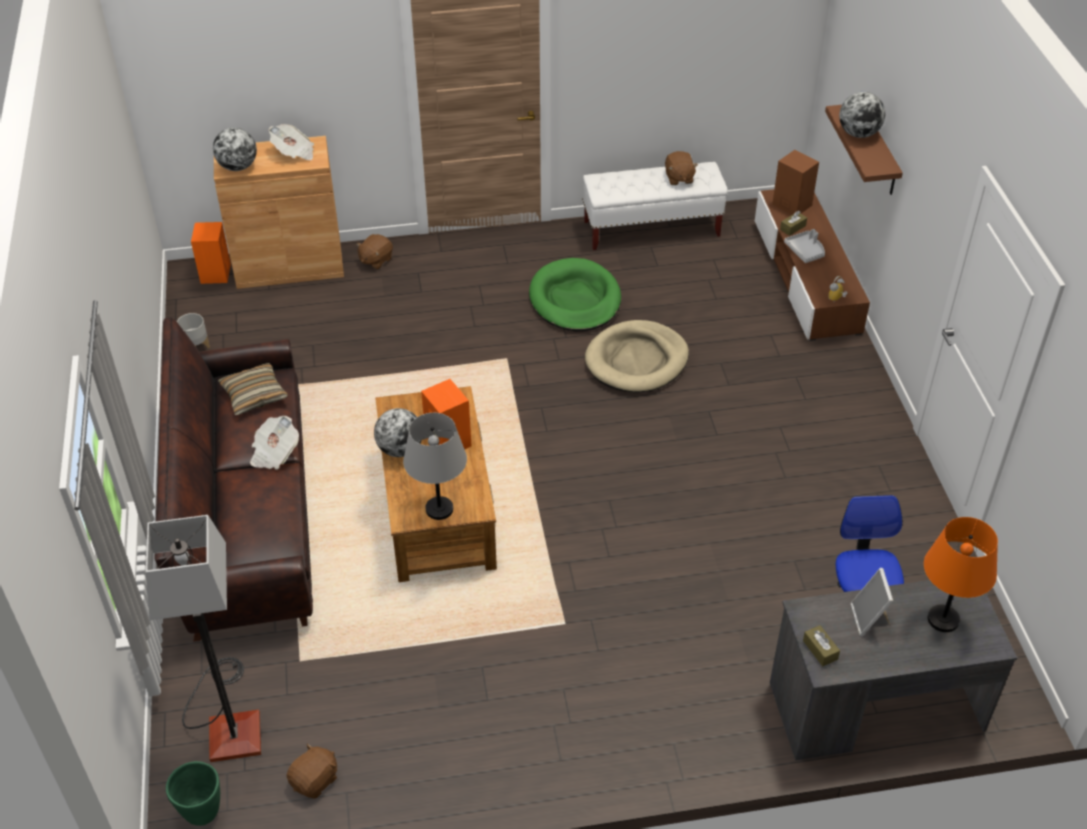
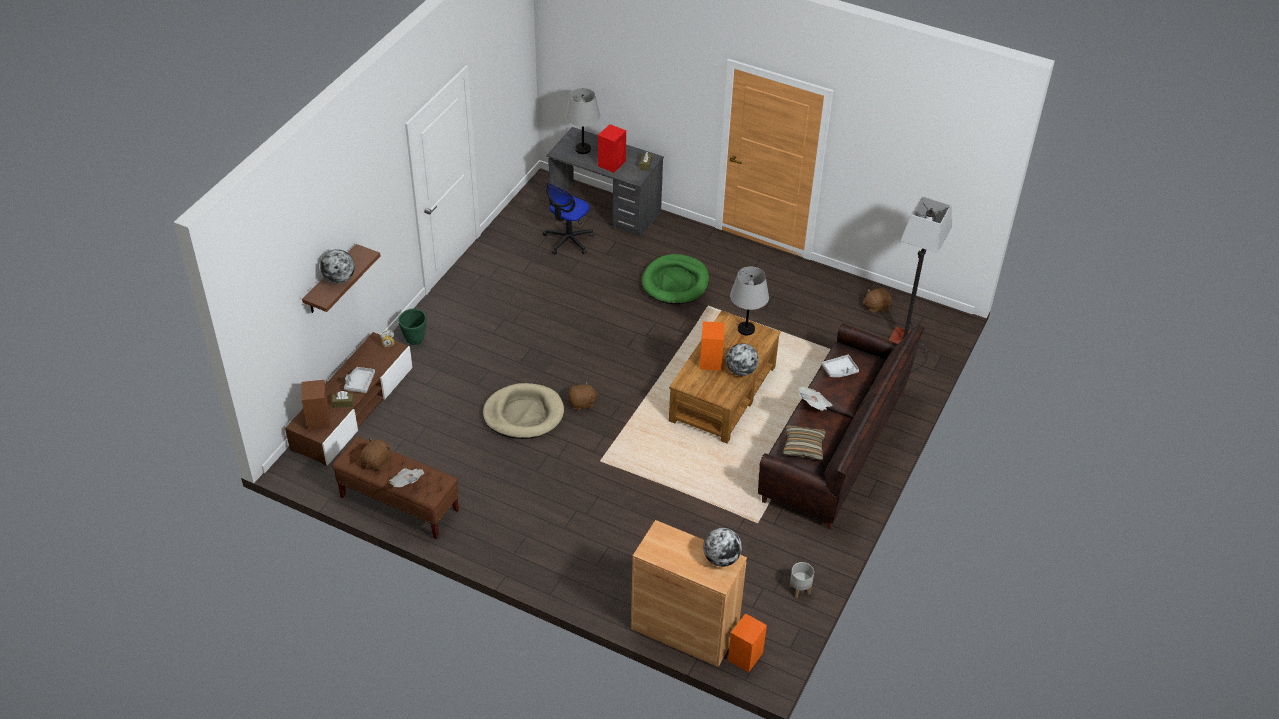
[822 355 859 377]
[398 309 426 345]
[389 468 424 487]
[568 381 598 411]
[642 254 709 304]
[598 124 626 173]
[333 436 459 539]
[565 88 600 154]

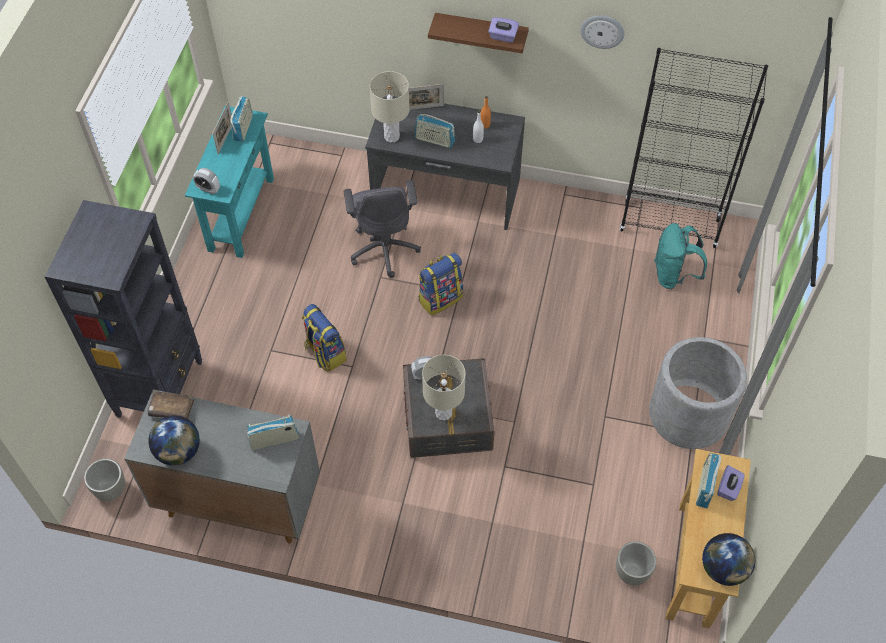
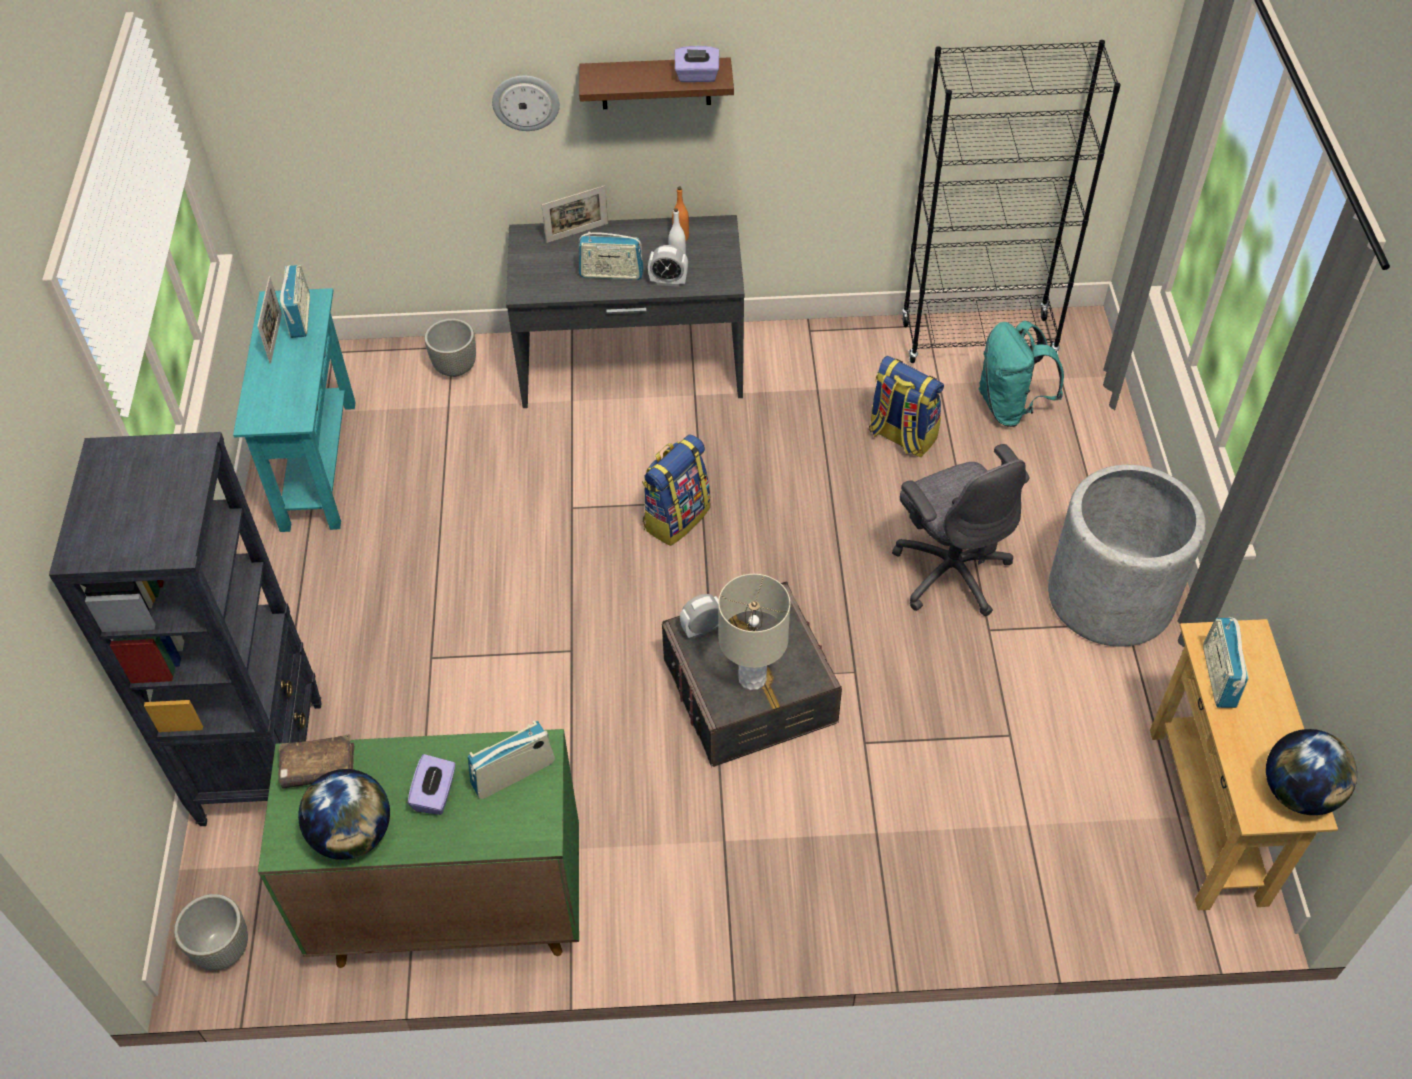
[370 71 410 142] (first image)
[648 245 688 287]
[869 356 944 457]
[892 444 1029 616]
[492 76 560 131]
[425 319 476 377]
[408 754 455 815]
[258 729 579 968]

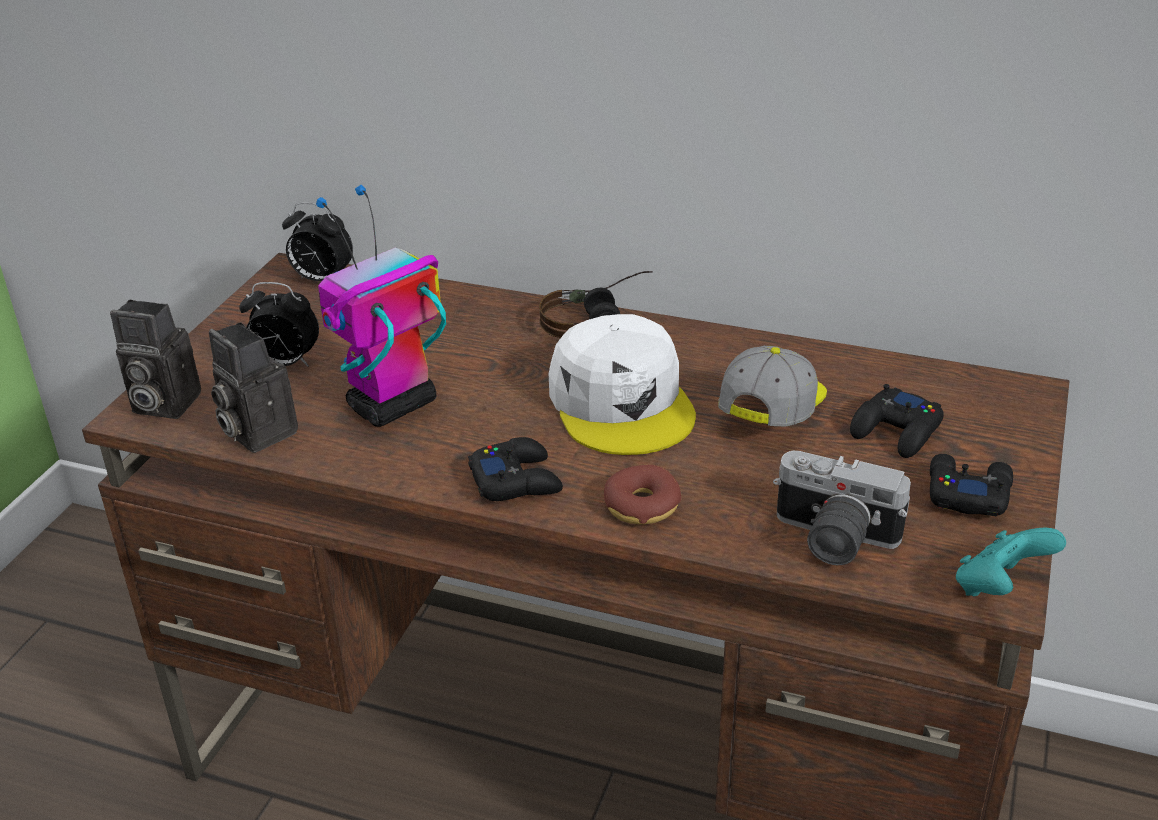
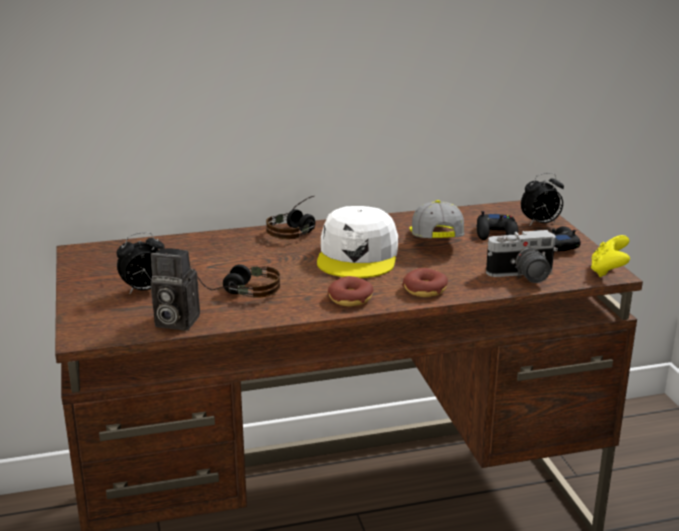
[110 300 201 419] (first image)
[521 173 564 226]
[197 264 280 298]
[328 276 373 307]
[591 235 630 277]
[317 206 398 278]

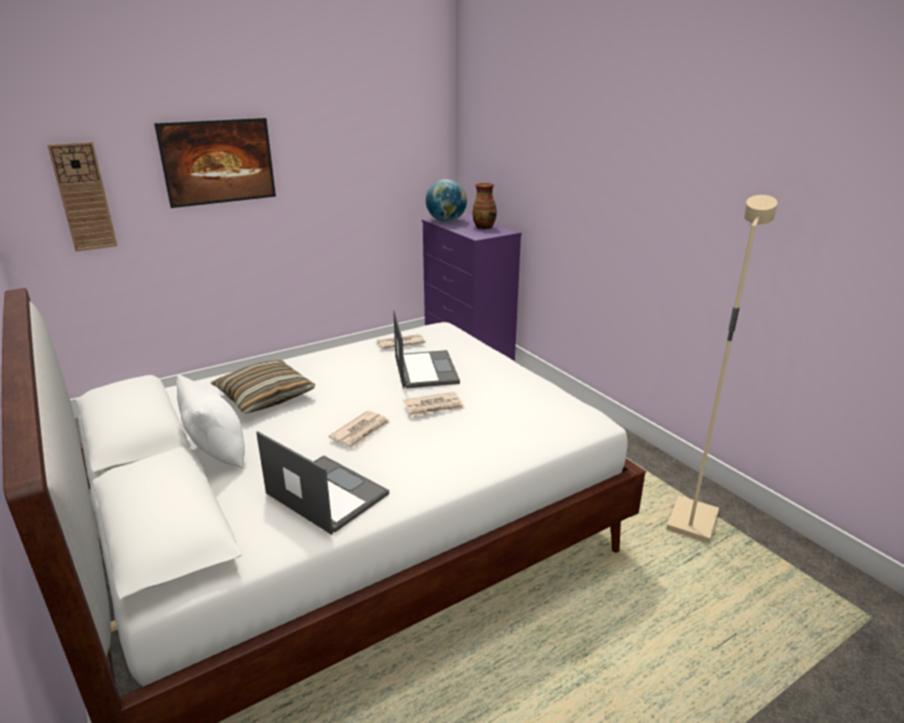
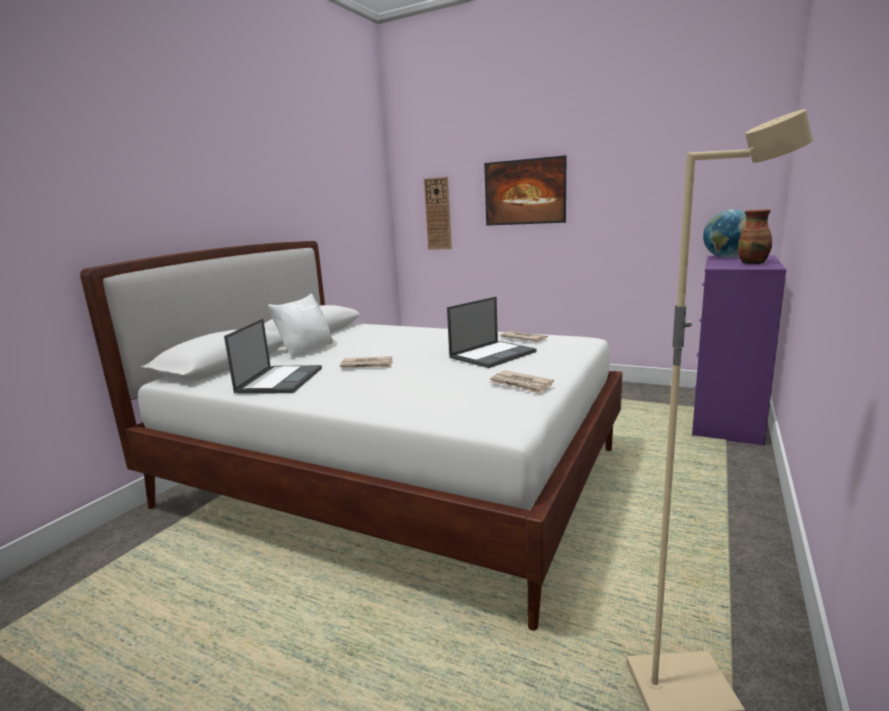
[211 360 315 413] (first image)
[490 371 554 394]

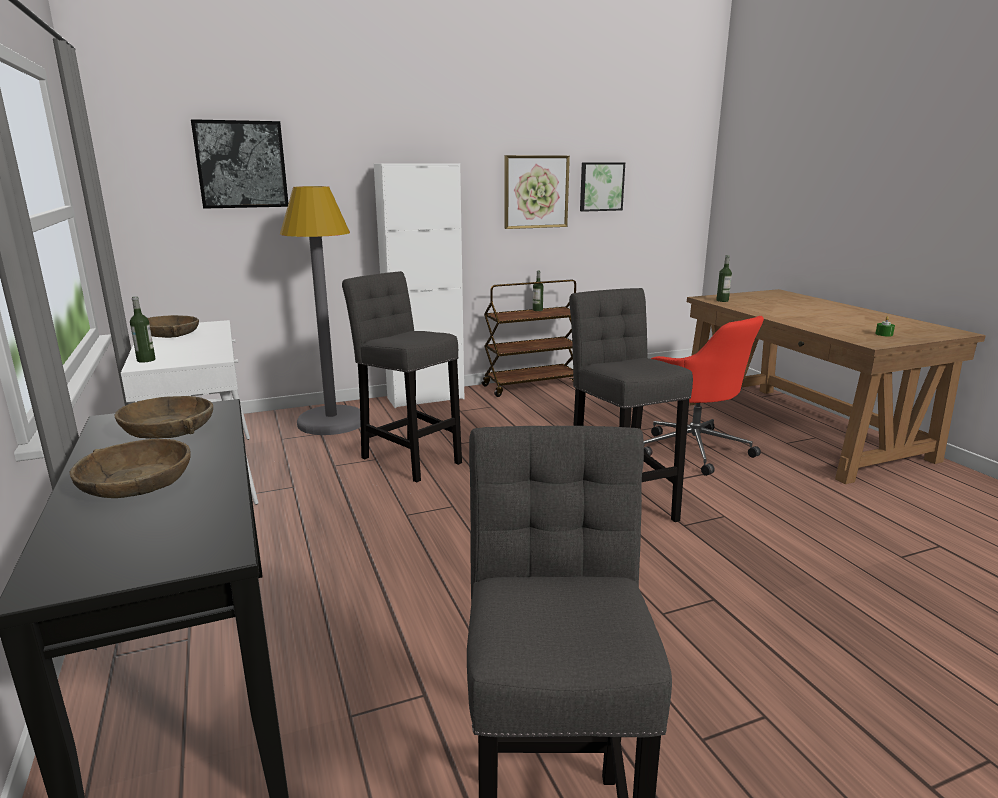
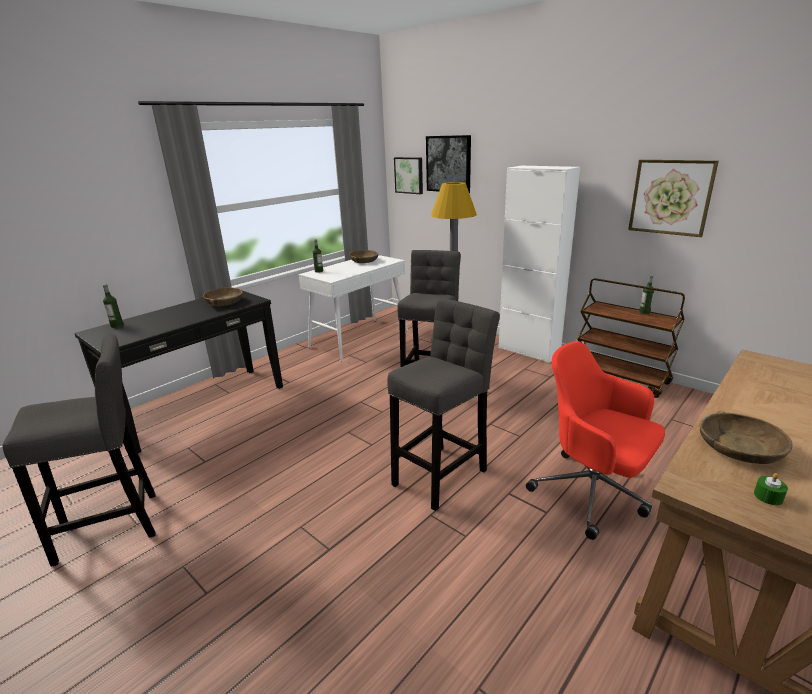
[700 410 793 464]
[394 157 423 194]
[103 284 124 328]
[526 341 665 540]

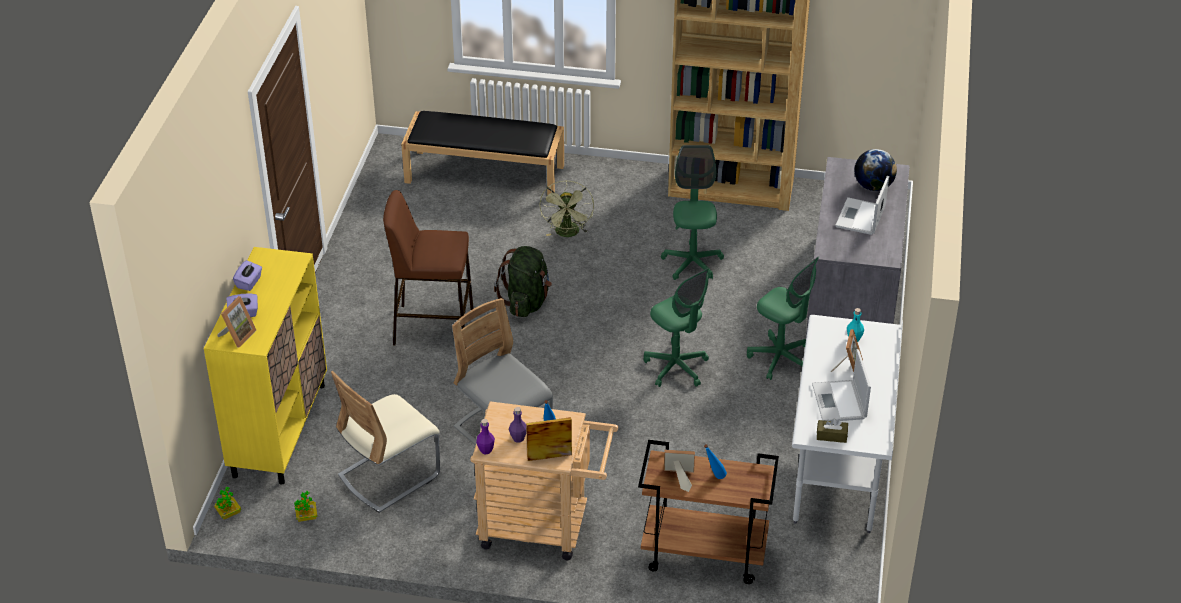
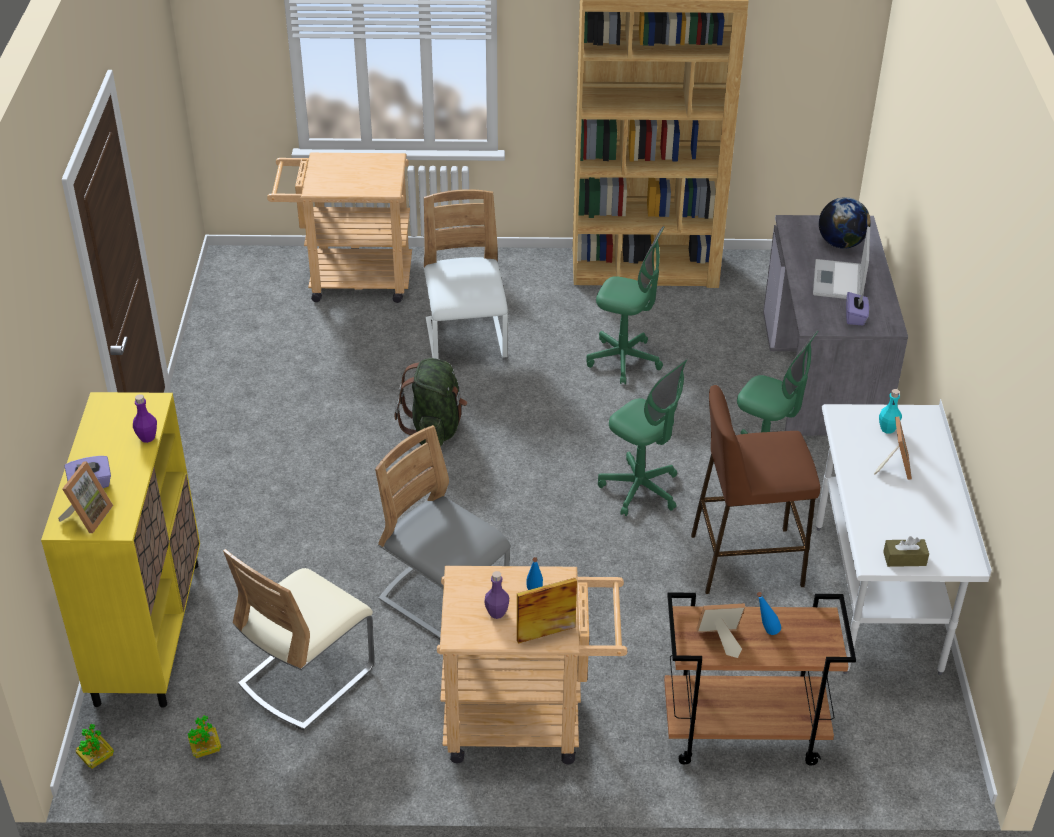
[812 349 871 421] (first image)
[846 292 869 326]
[691 385 820 594]
[133 394 157 443]
[267 153 412 303]
[424 189 508 359]
[586 226 665 384]

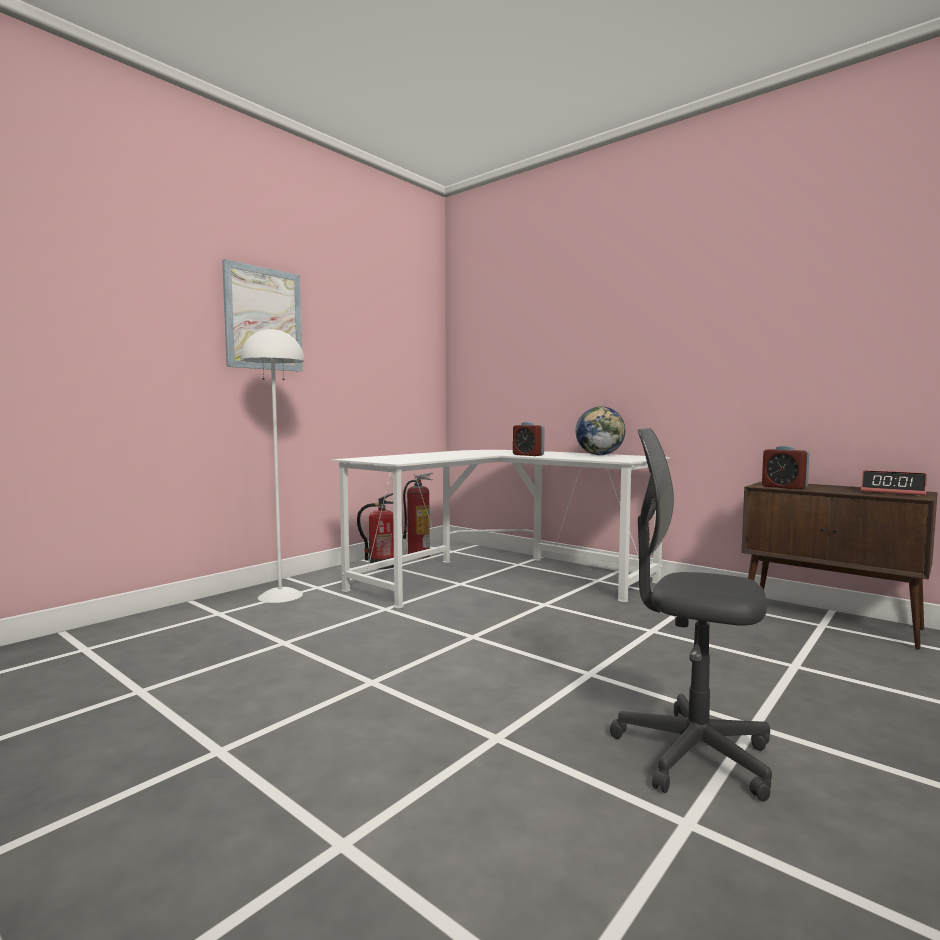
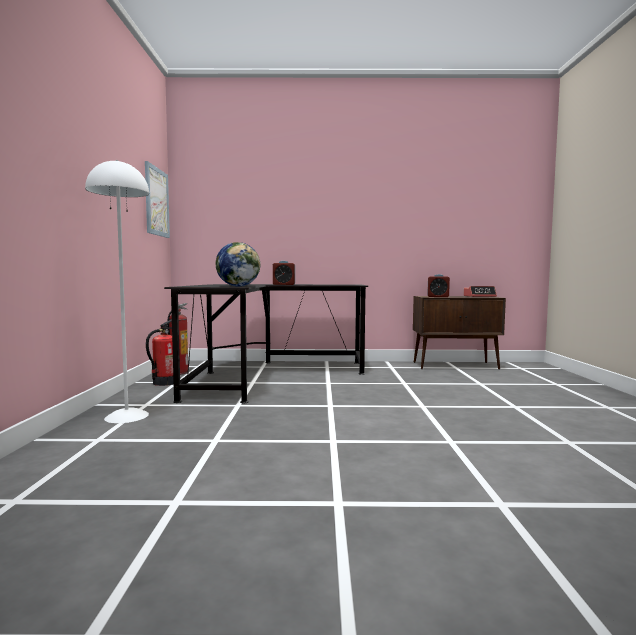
[610 428 772 802] (first image)
[145 161 170 238]
[216 242 260 286]
[164 284 368 404]

